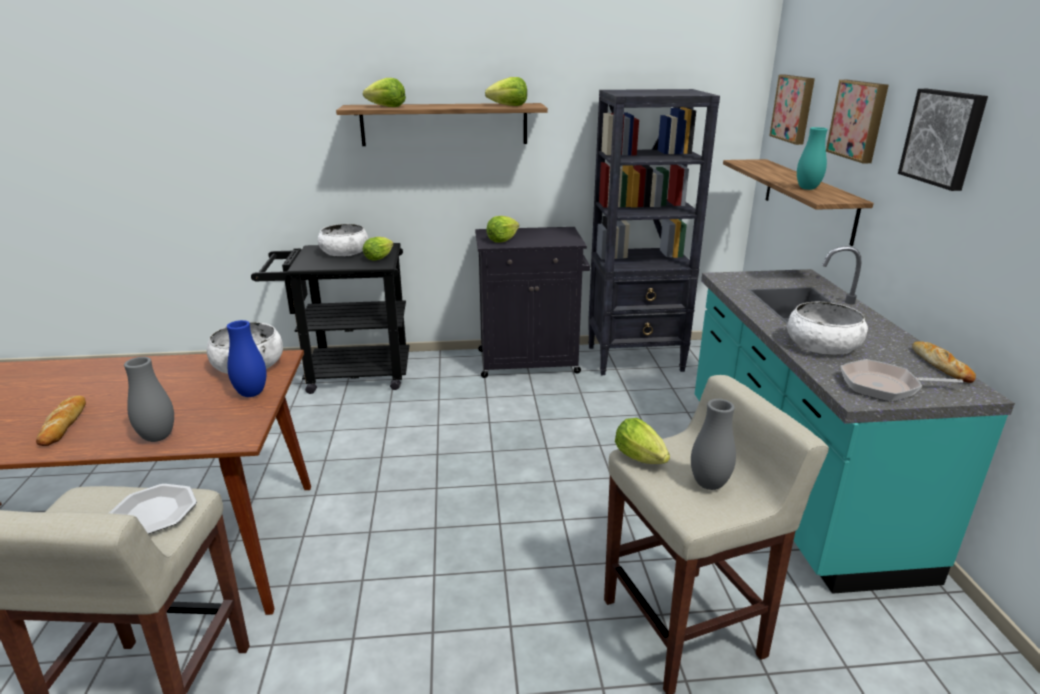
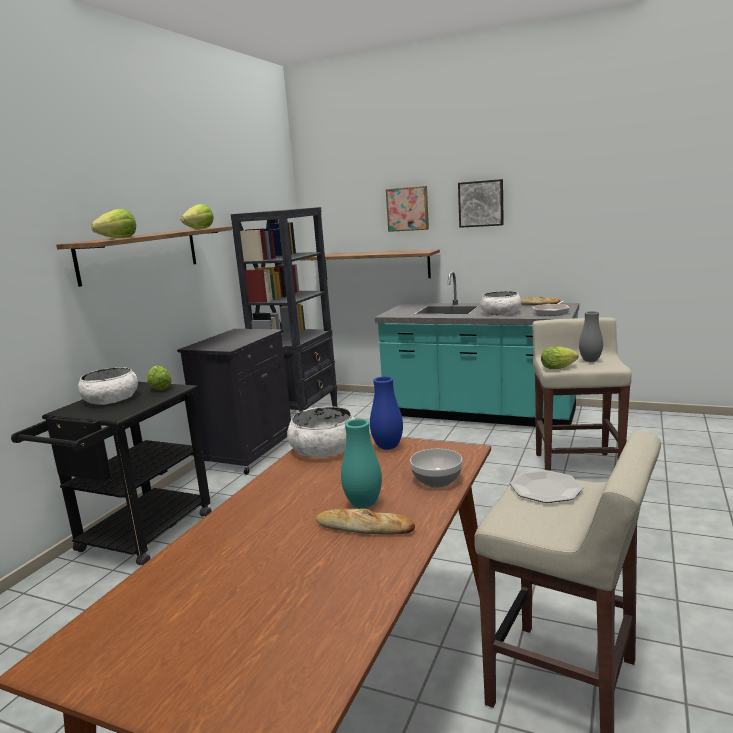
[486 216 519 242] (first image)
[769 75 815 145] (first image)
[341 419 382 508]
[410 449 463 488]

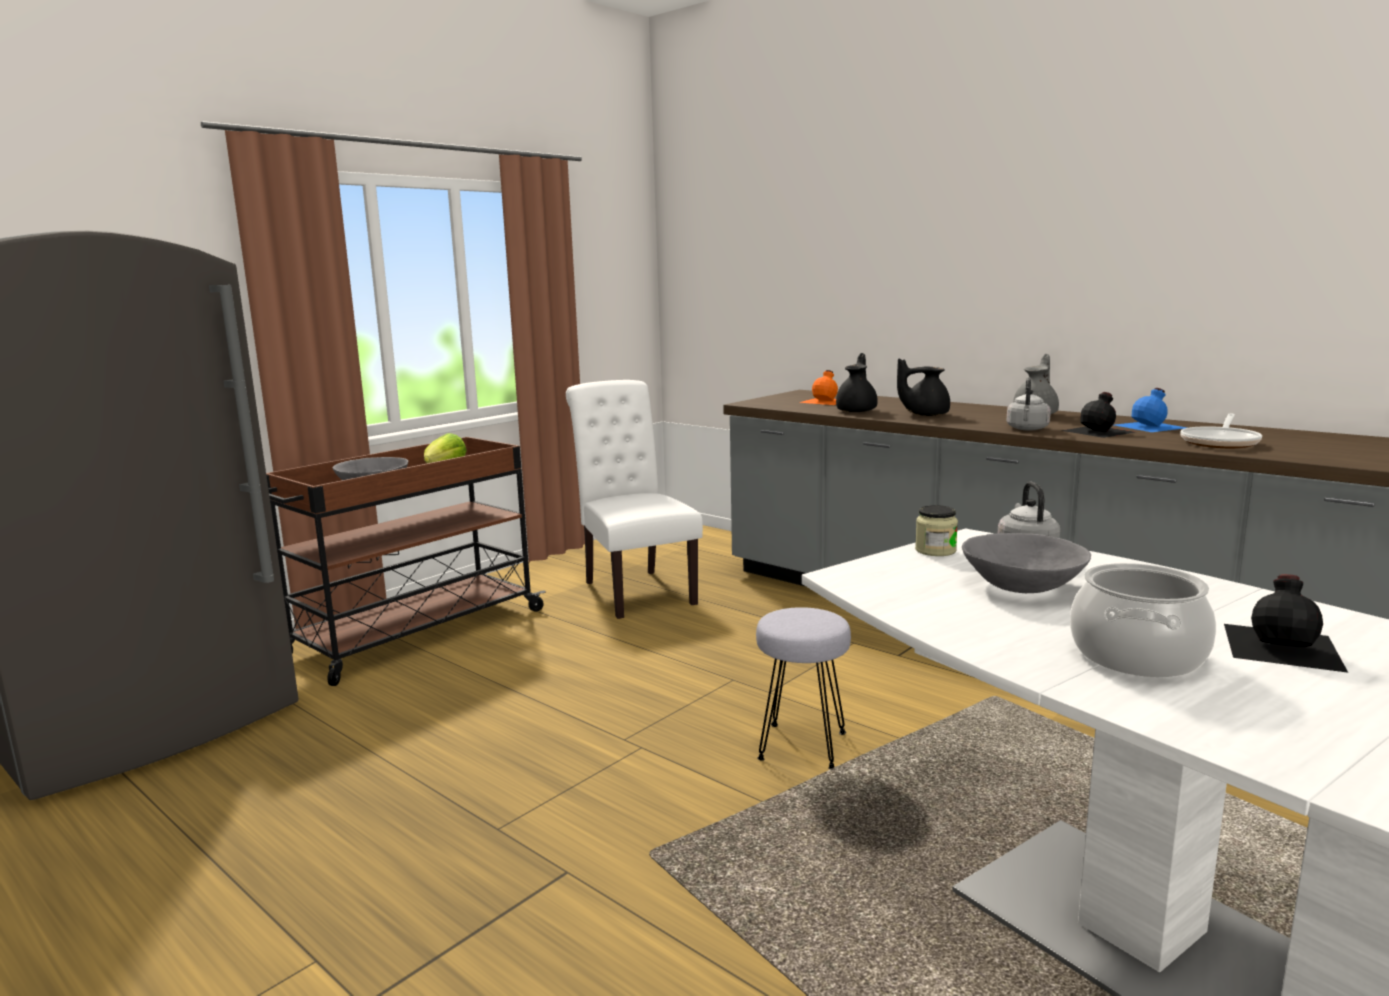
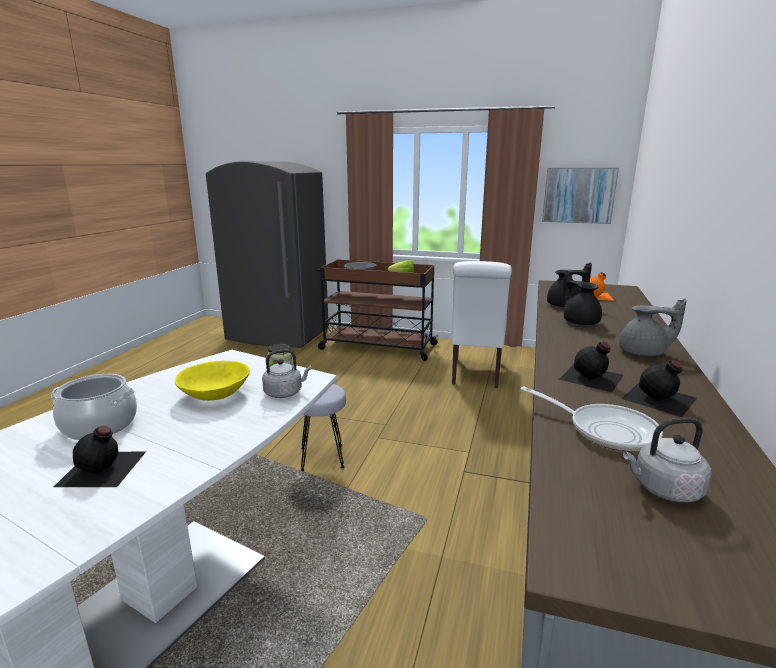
[542 168 619 224]
[623 418 712 503]
[175 360 250 401]
[621 360 697 417]
[451 261 512 388]
[520 386 663 451]

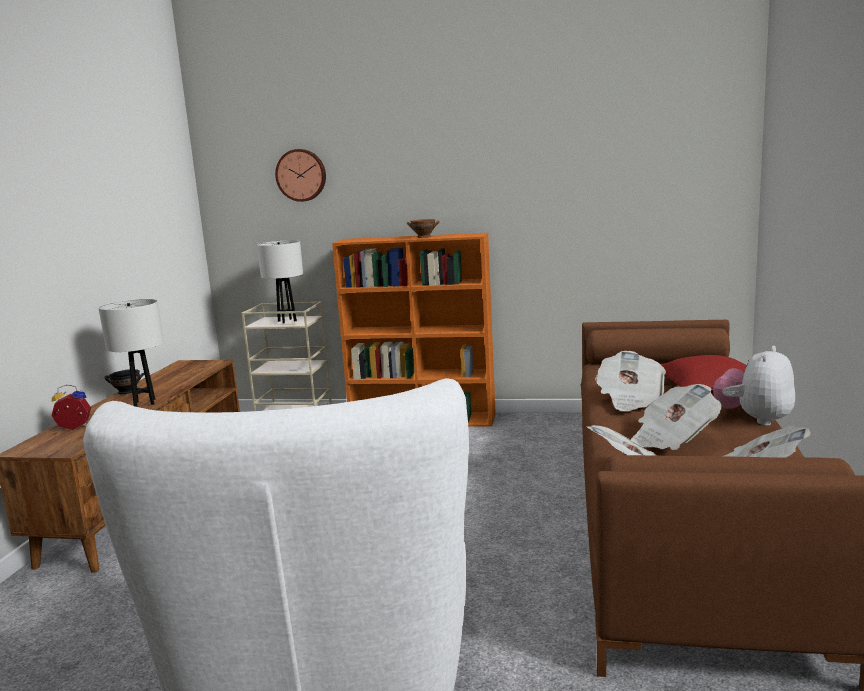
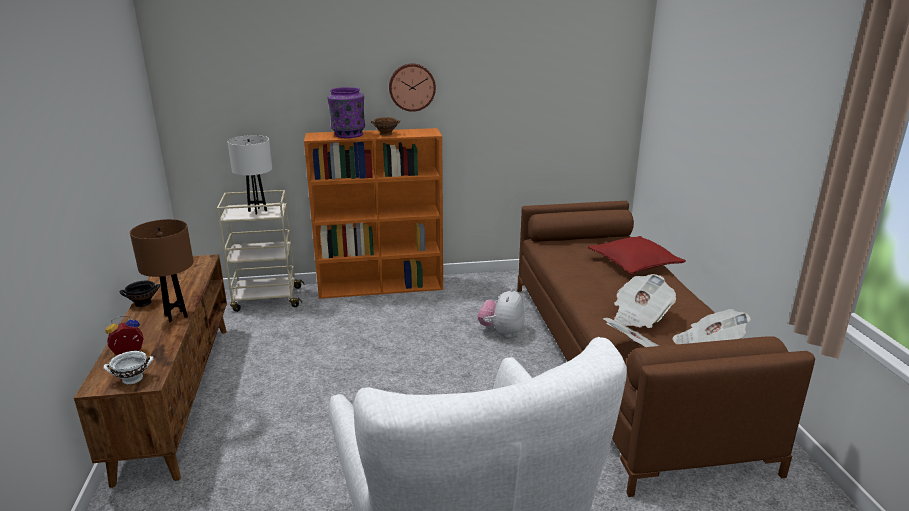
[595 351 666 411] (first image)
[103 351 153 384]
[327 87 365 138]
[389 63 436 112]
[478 288 525 338]
[130 219 193 322]

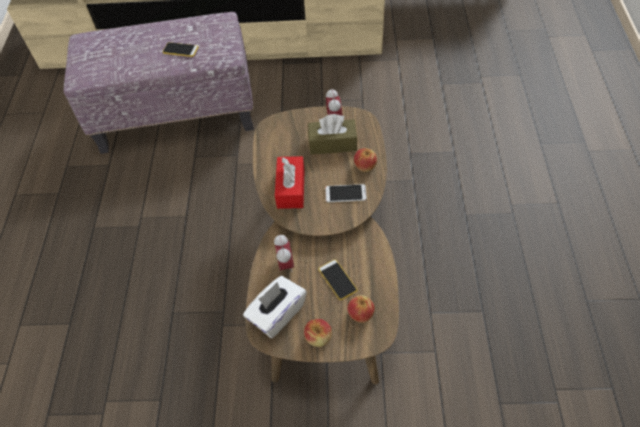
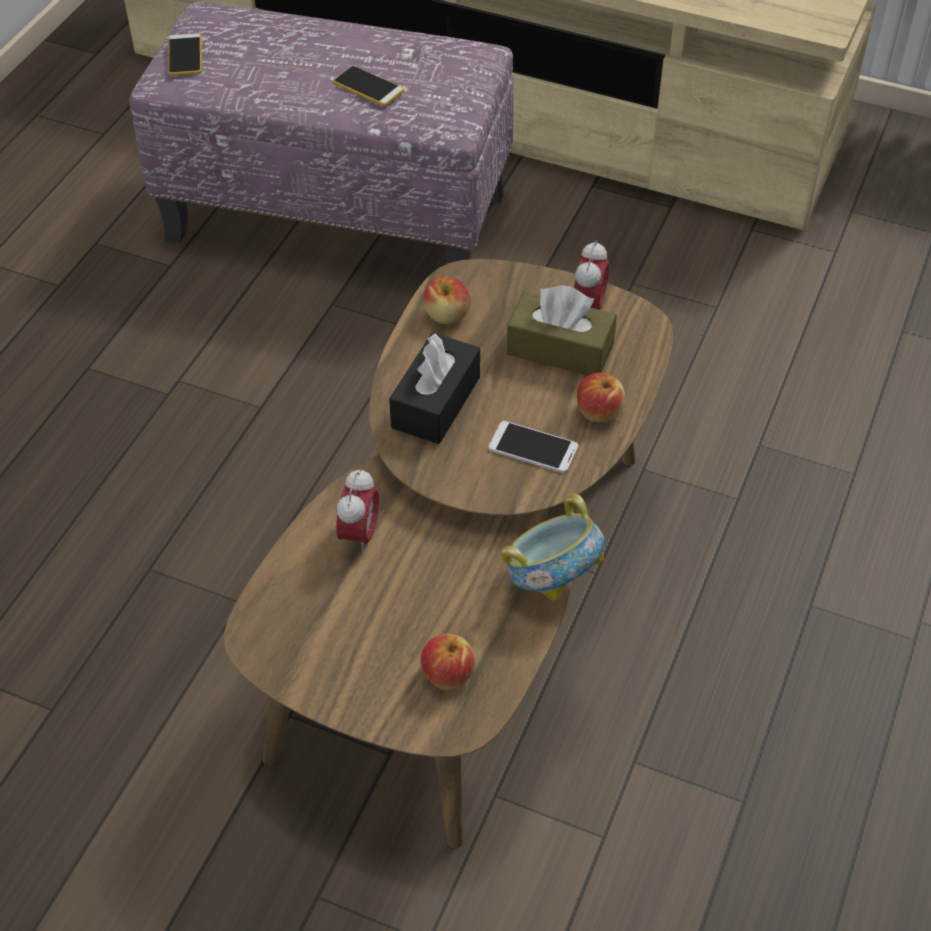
[243 276 307 338] (first image)
[501 494 604 600]
[423 276 471 324]
[168 33 202 75]
[389 333 480 444]

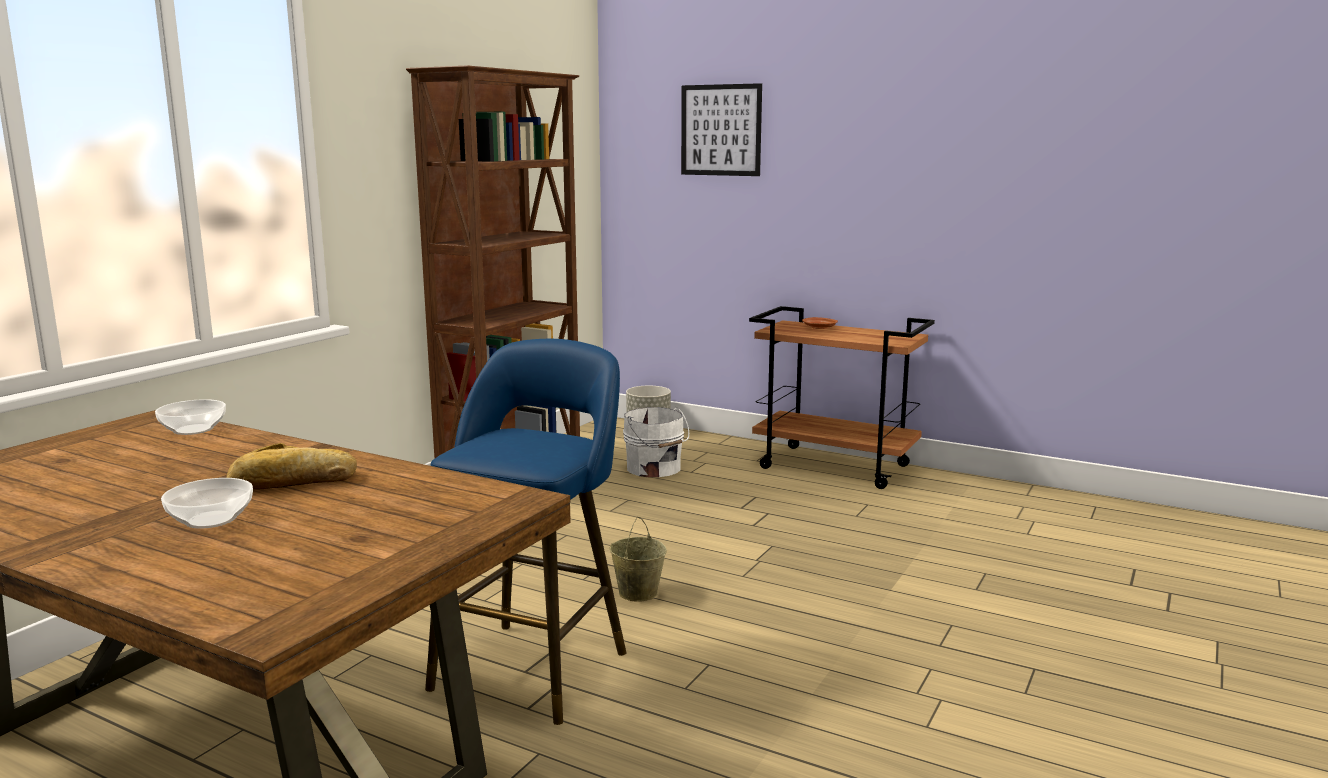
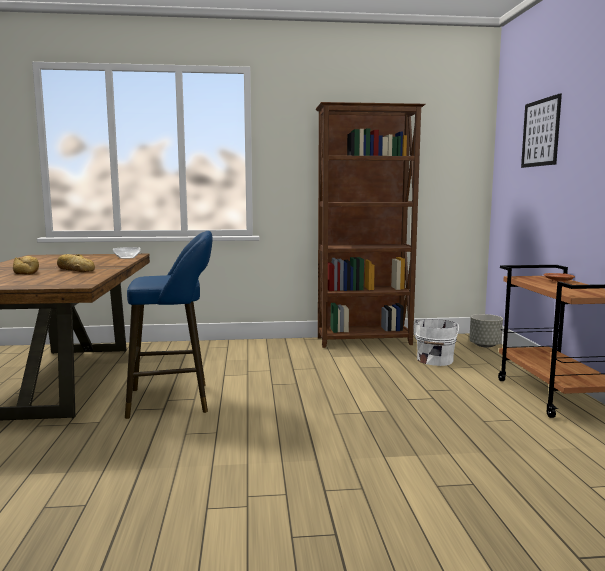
[610 517 667 601] (first image)
[13 256 39 275]

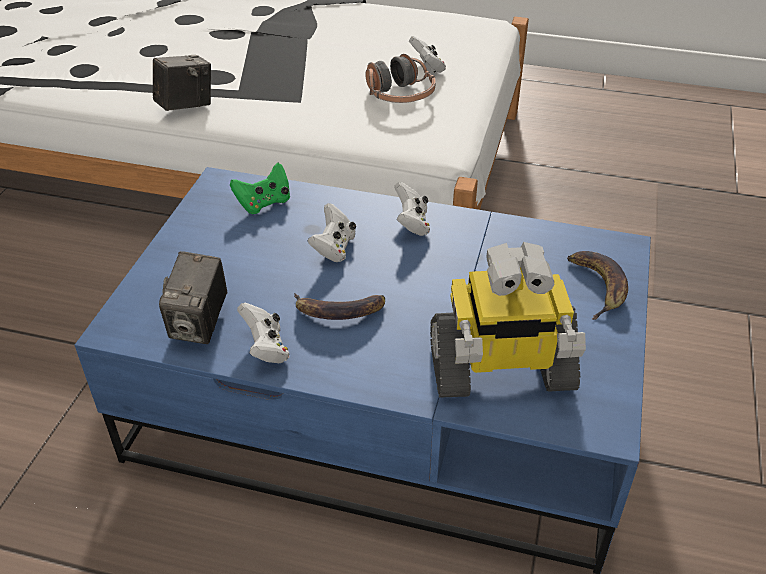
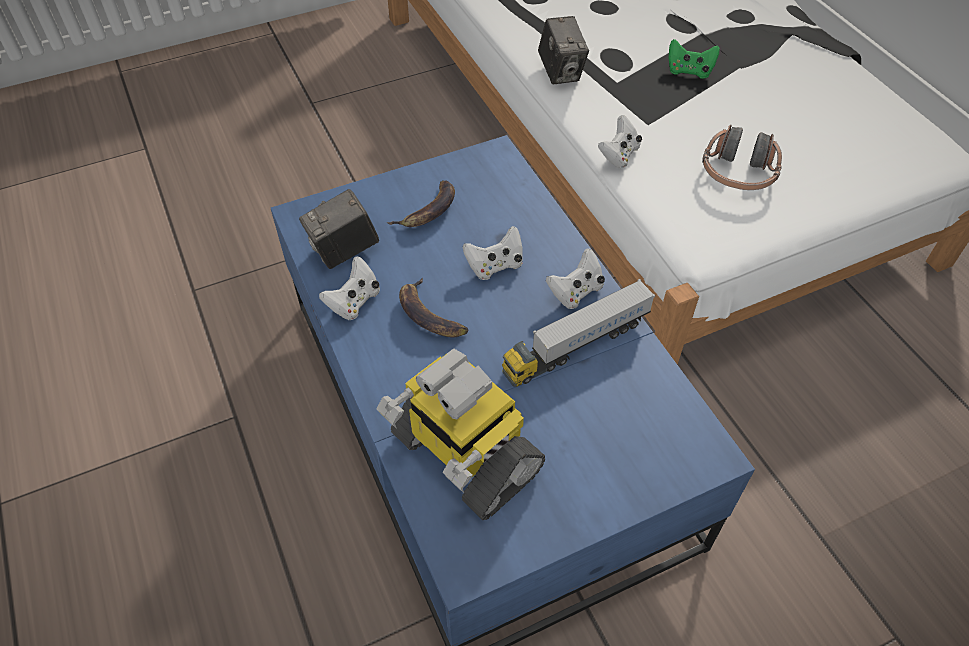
[502 279 655 387]
[669 39 719 79]
[598 115 642 168]
[387 180 455 227]
[538 16 589 84]

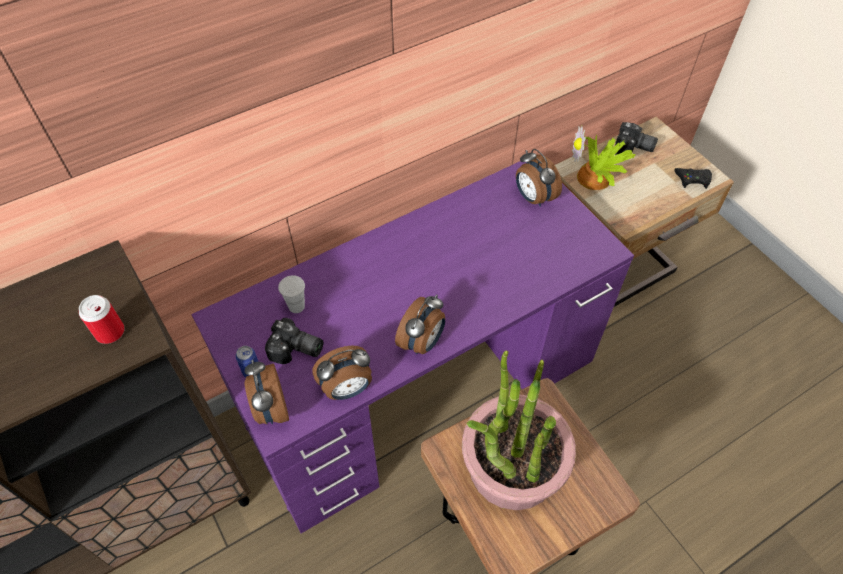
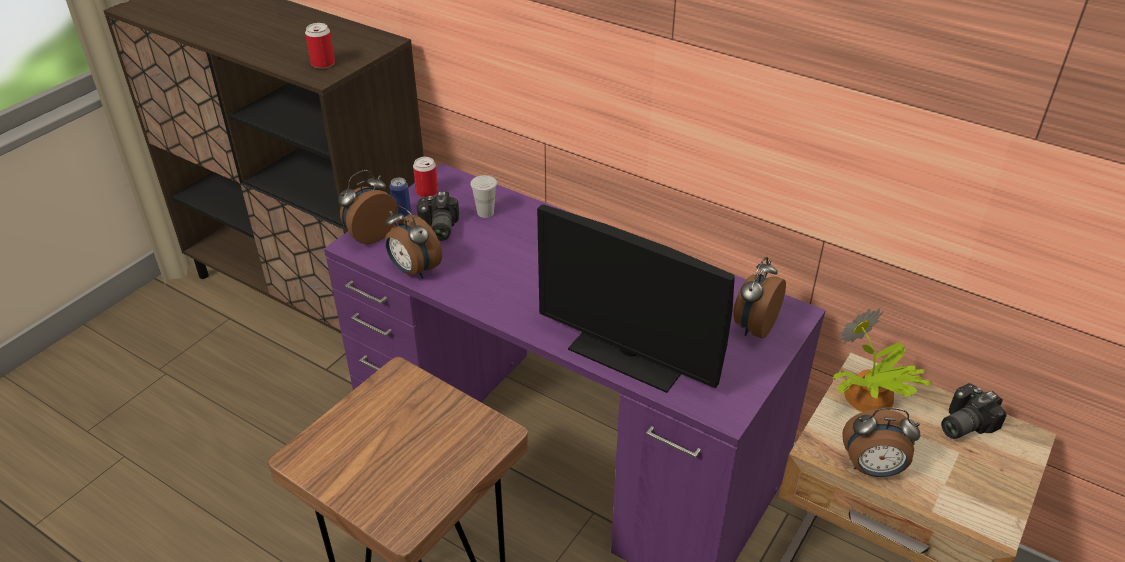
[462 350 576 510] (first image)
[674 168 712 189] (first image)
[413 157 438 198]
[537 204 735 393]
[842 407 920 477]
[941 383 1007 439]

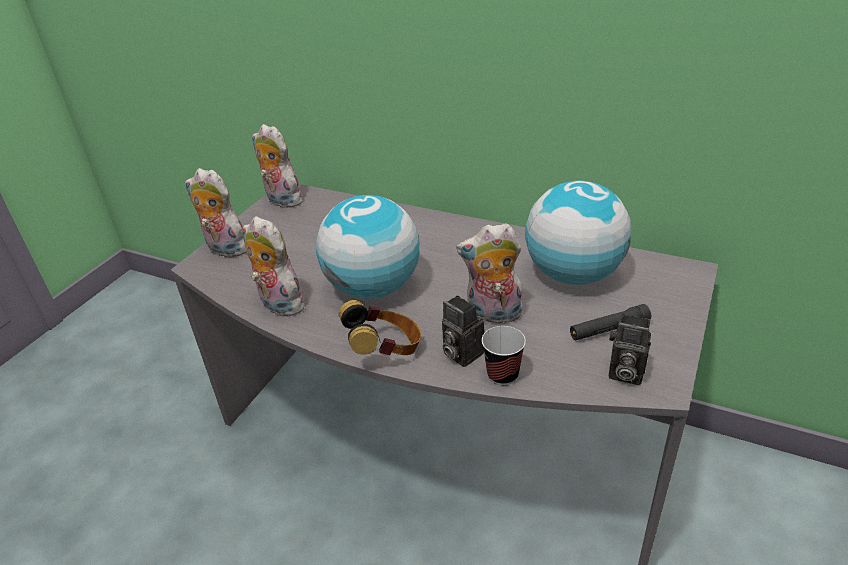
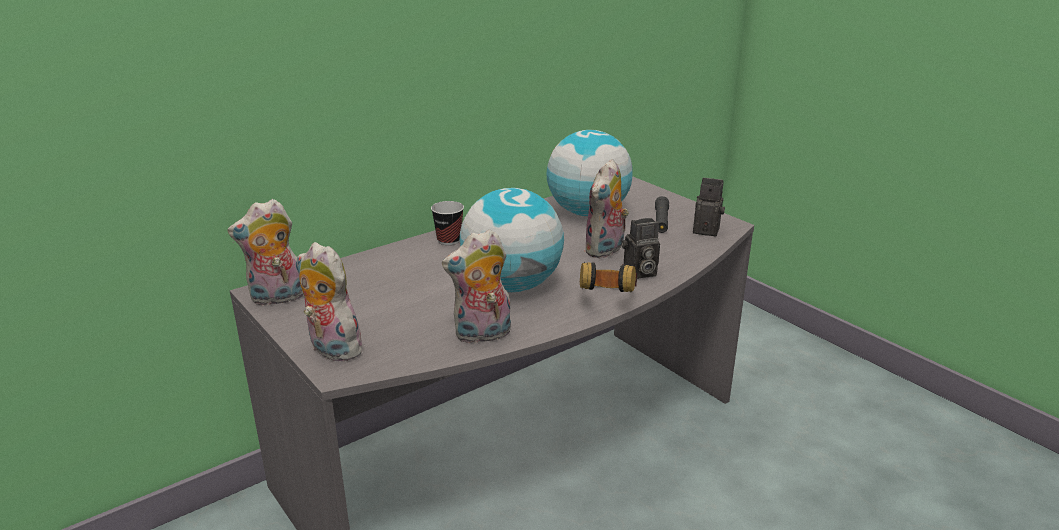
[431 201 464 245]
[297 242 363 361]
[693 178 725 237]

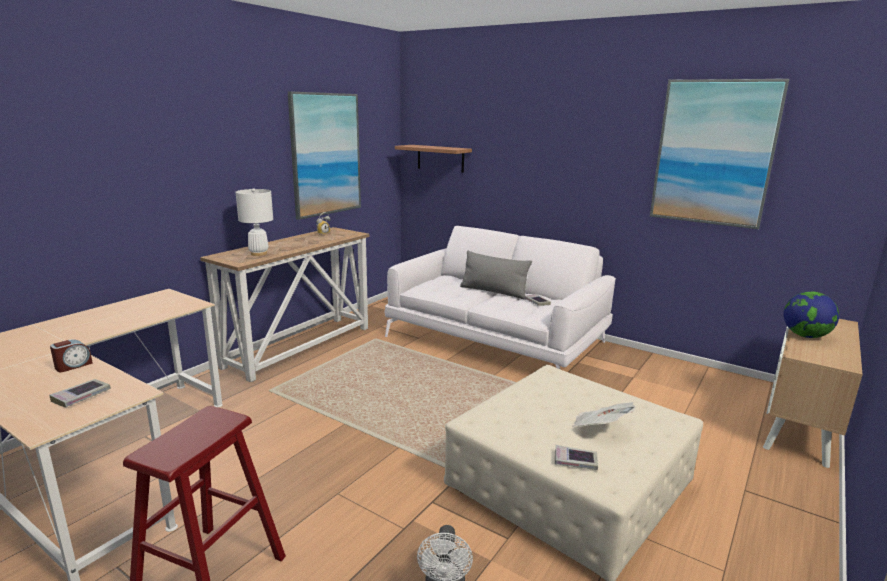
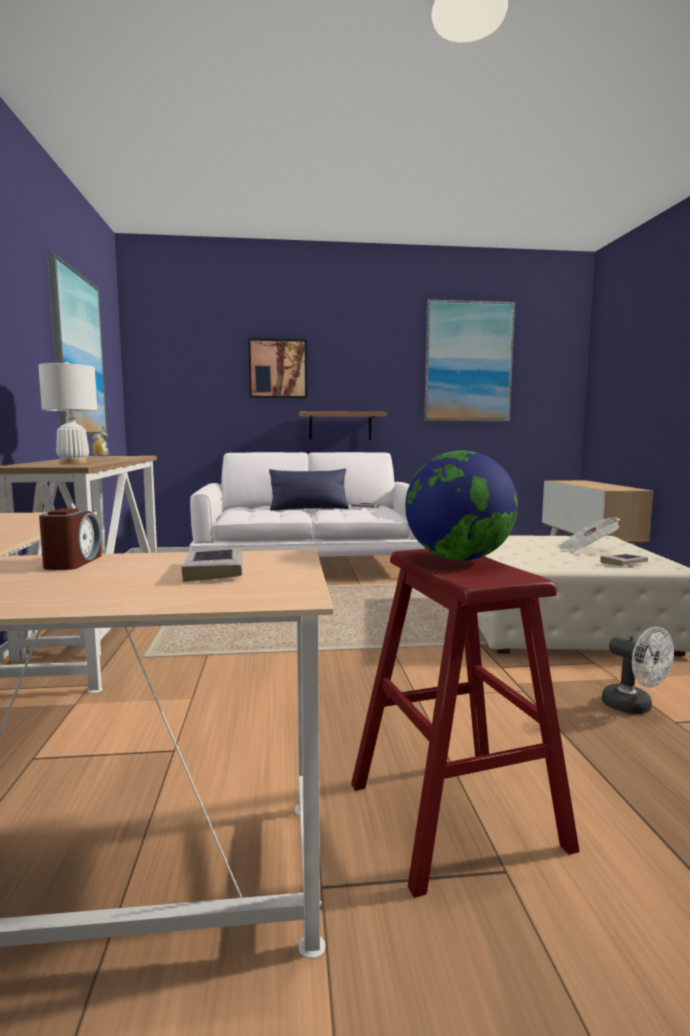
[248 338 307 399]
[299 411 386 440]
[405 451 518 561]
[269 469 349 511]

